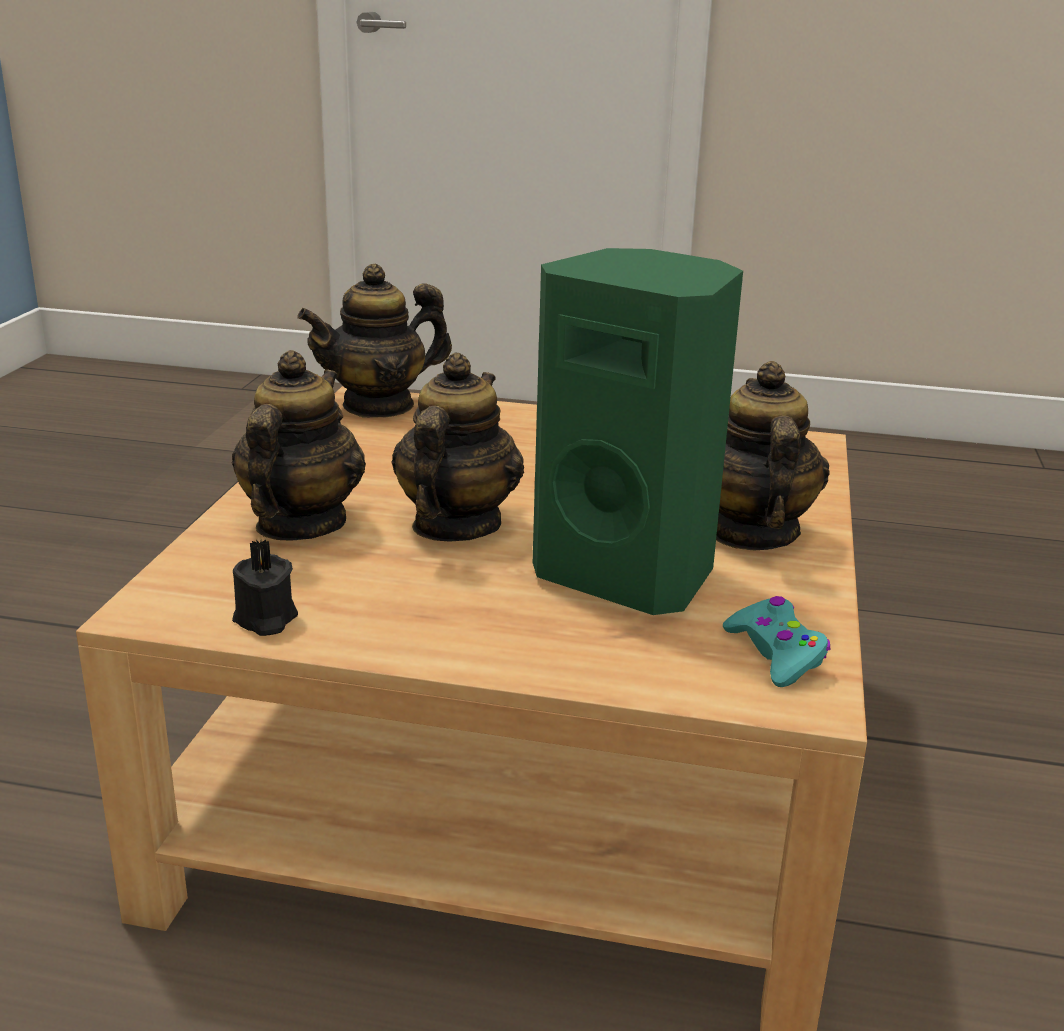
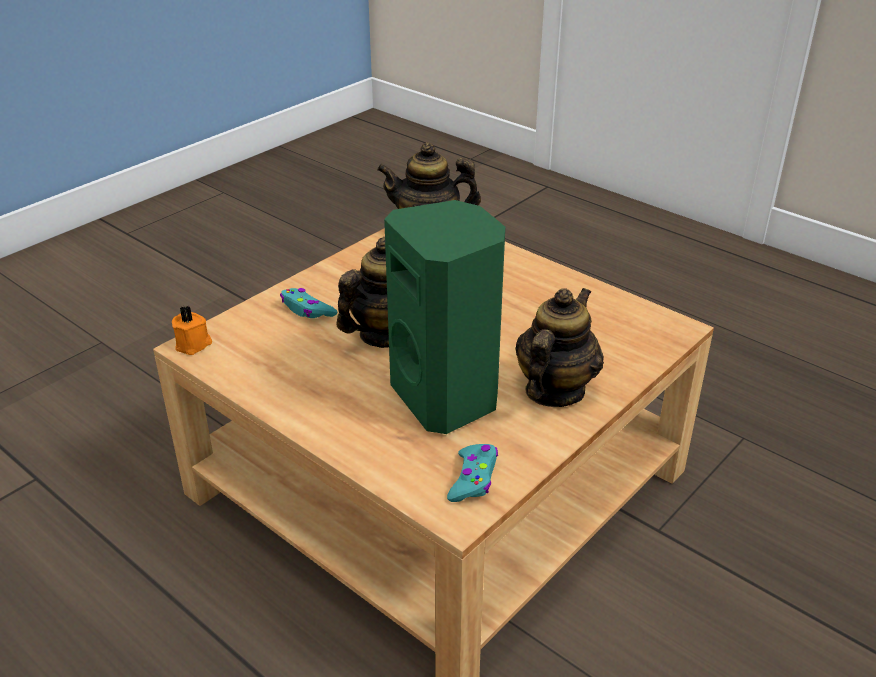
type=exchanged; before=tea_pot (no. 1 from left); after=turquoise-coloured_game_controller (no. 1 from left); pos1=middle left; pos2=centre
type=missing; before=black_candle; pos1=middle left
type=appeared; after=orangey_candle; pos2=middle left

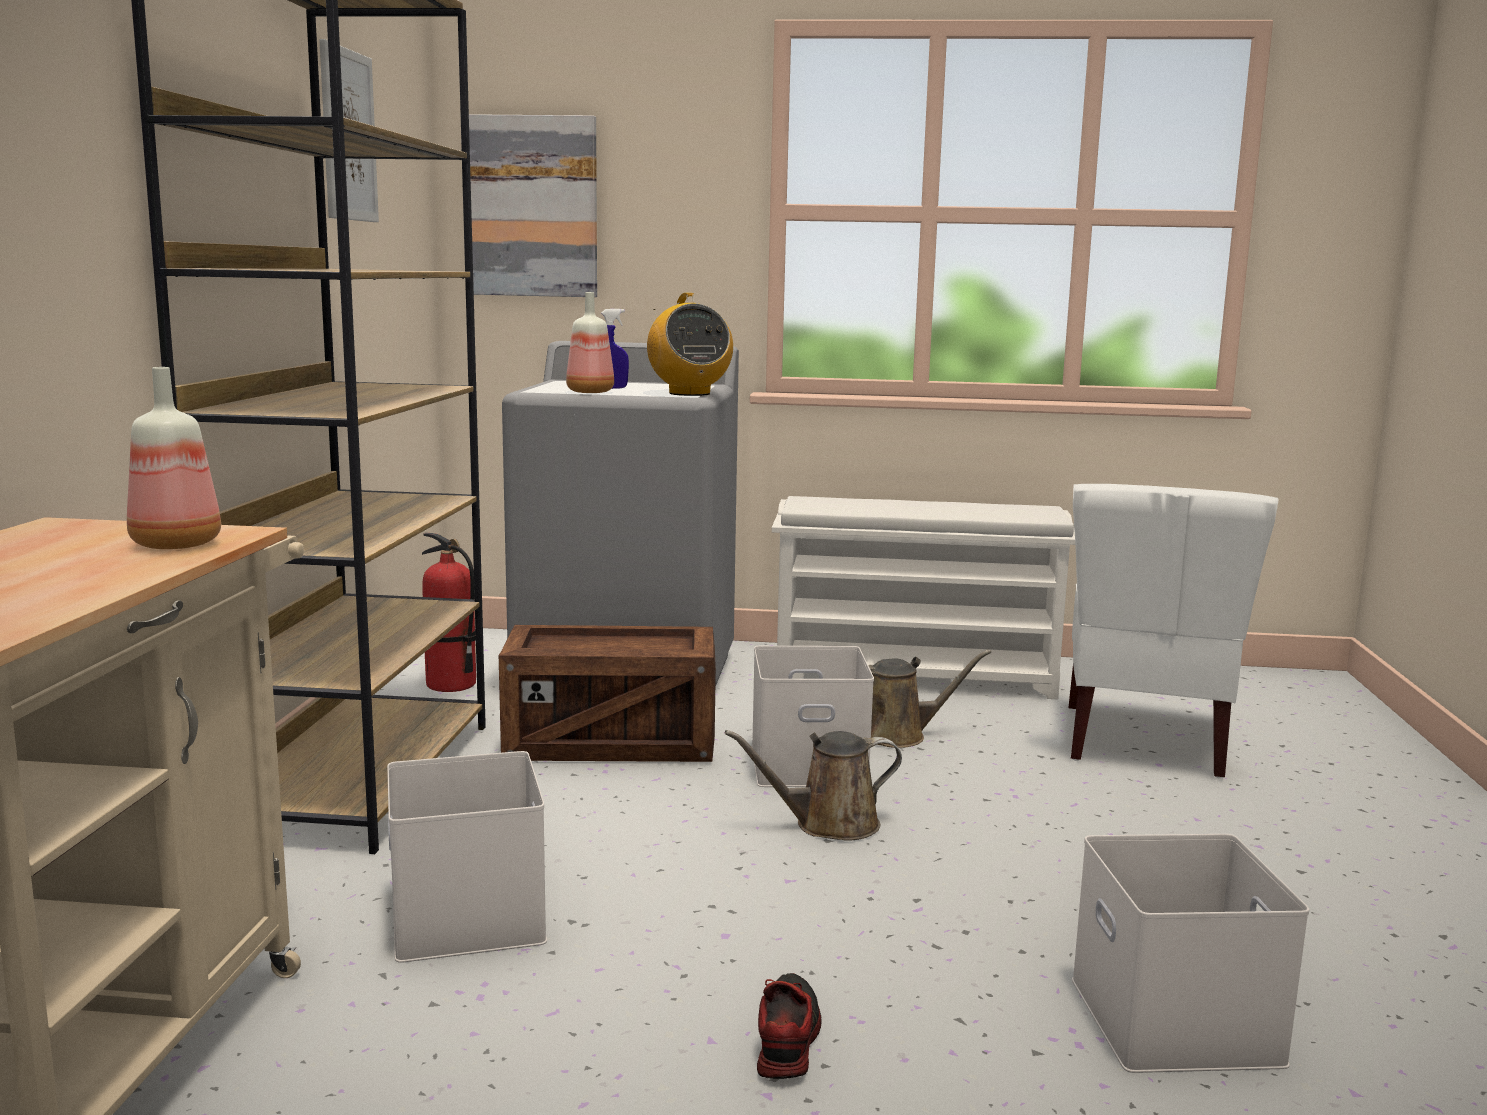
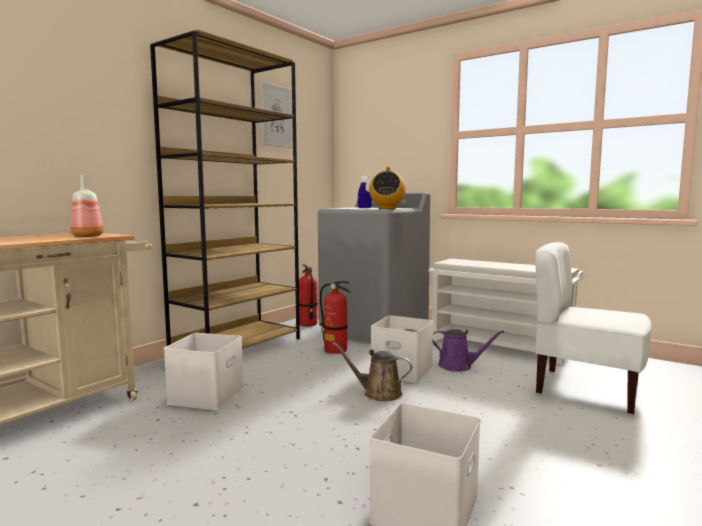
type=missing; before=wall_art (no. 2 from left); pos1=top centre
type=missing; before=drink_bottle (no. 2 from left); pos1=top centre
type=spun; before=white_upright_chair; pos1=middle right; pos2=middle right; turn=75
type=exchanged; before=crate; after=extinguisher (no. 2 from left); pos1=centre; pos2=centre
type=colour; before=brown-coloured_sprinkling_can (no. 2 from left); after=purple_sprinkling_can; pos1=centre; pos2=middle right
type=missing; before=low_shoe; pos1=bottom centre

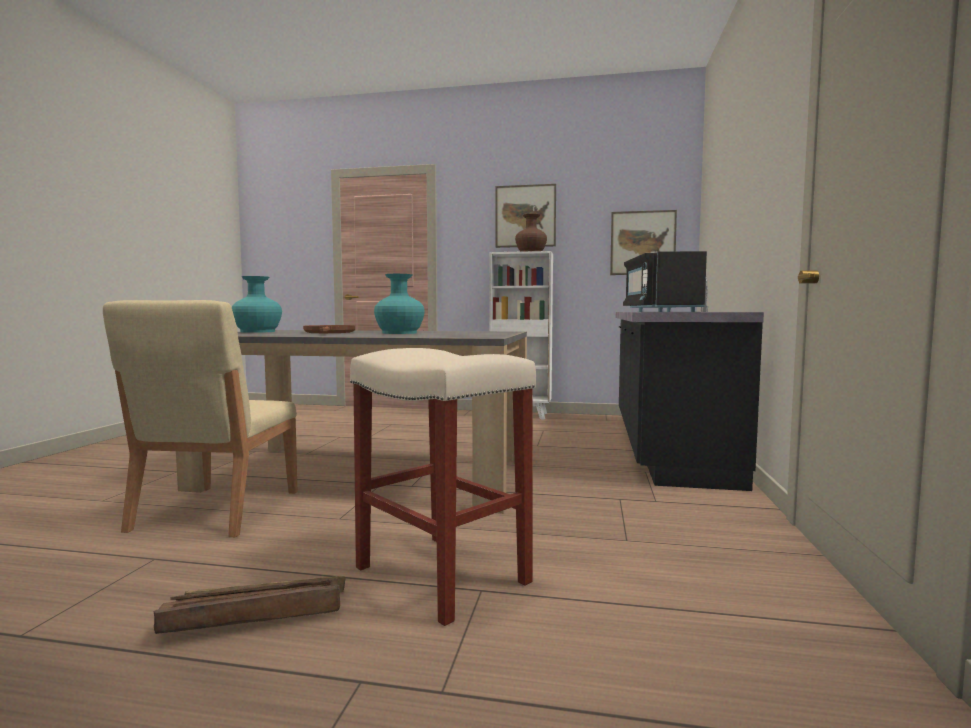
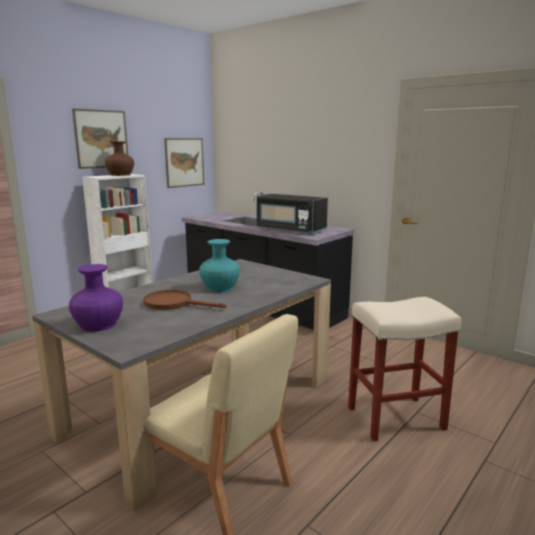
type=colour; before=turquoise-coloured_decorative_vase (no. 1 from left); after=purple_decorative_vase; pos1=middle left; pos2=middle left
type=missing; before=crate; pos1=bottom left

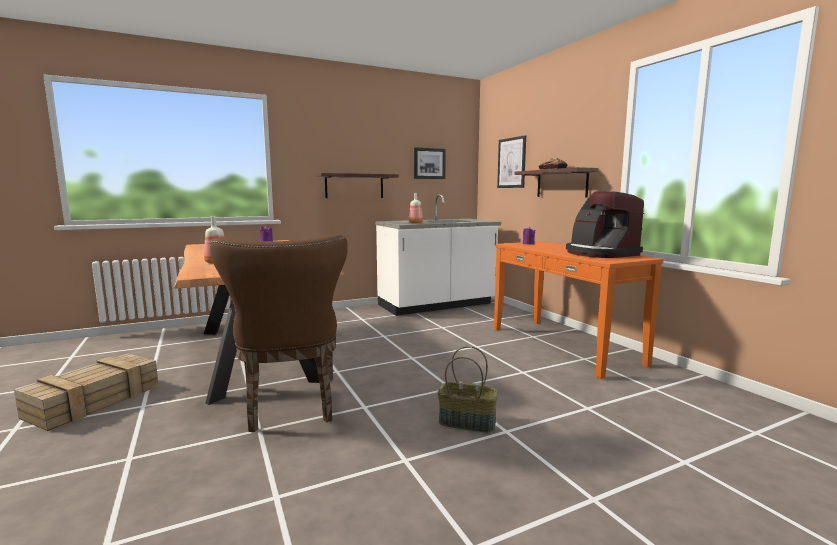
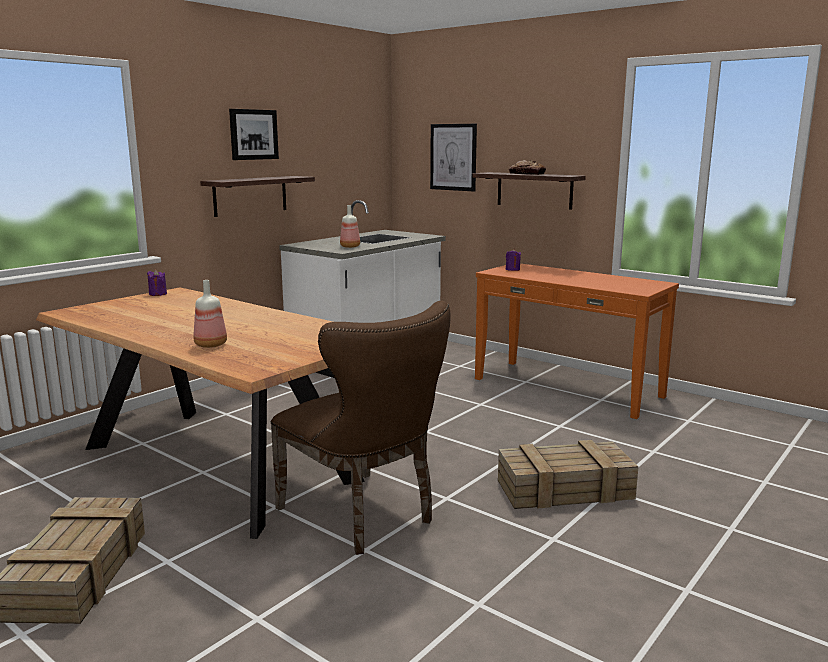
type=relocated; before=wall_art (no. 1 from left); pos1=top centre; pos2=top left
type=missing; before=coffee_maker; pos1=middle right
type=exchanged; before=household_basket; after=crate (no. 2 from left); pos1=bottom centre; pos2=bottom right

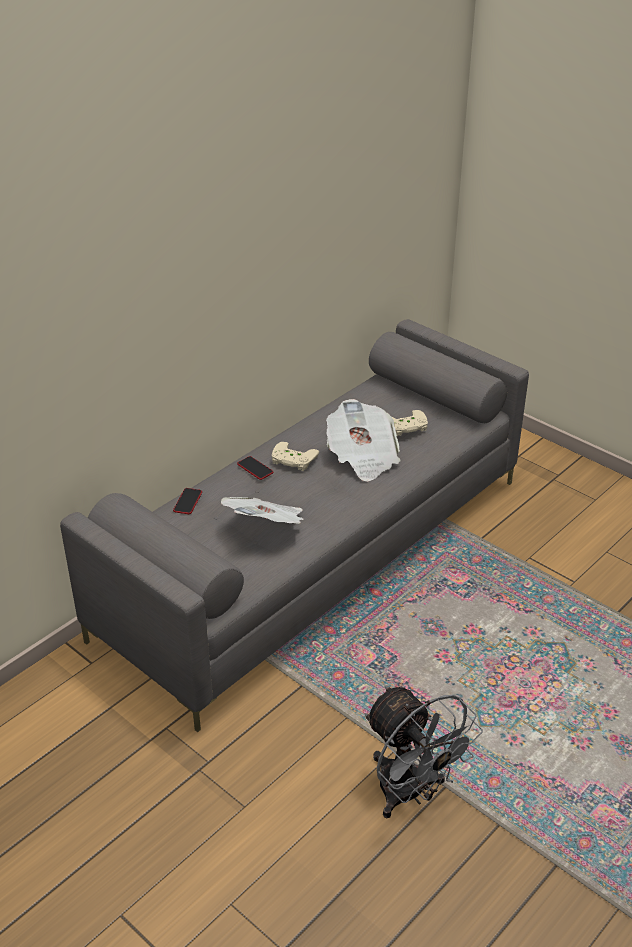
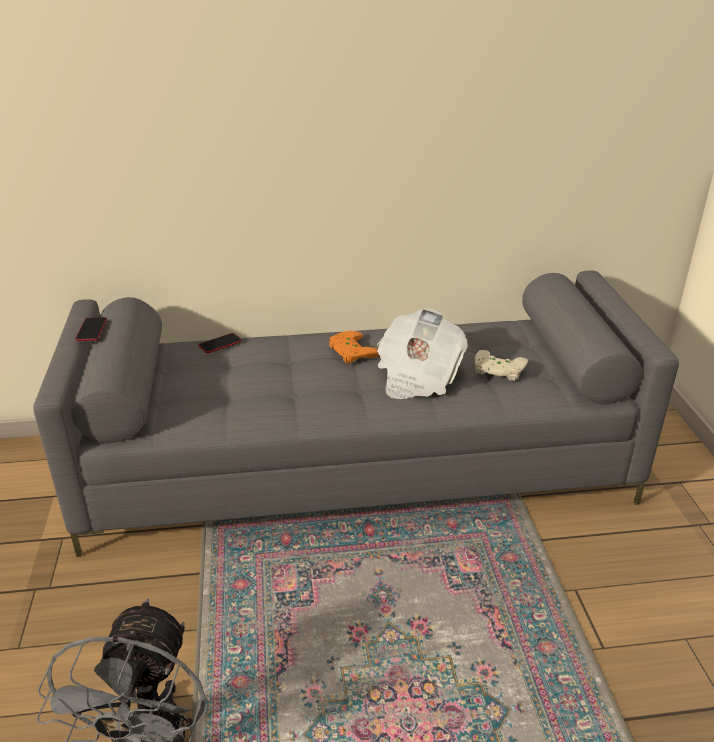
type=colour; before=sand-coloured_game_controller (no. 1 from left); after=orangey_game_controller; pos1=centre; pos2=centre
type=relocated; before=phone (no. 2 from left in the first image); after=phone (no. 1 from left); pos1=centre; pos2=middle left
type=missing; before=daily_paper (no. 1 from left); pos1=centre

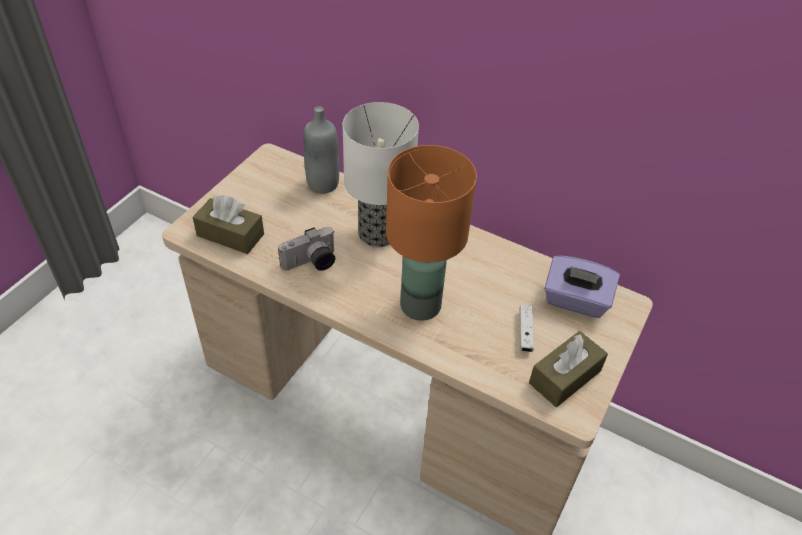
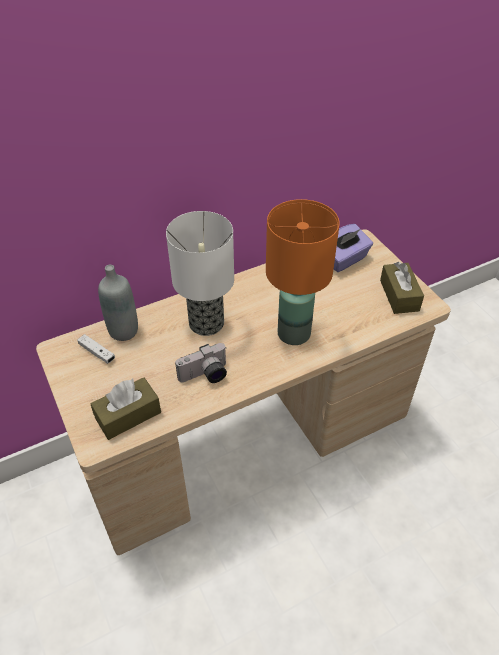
type=spun; before=photo_camera; pos1=centre; pos2=centre; turn=60
type=relocated; before=white_game_controller; pos1=centre; pos2=middle left

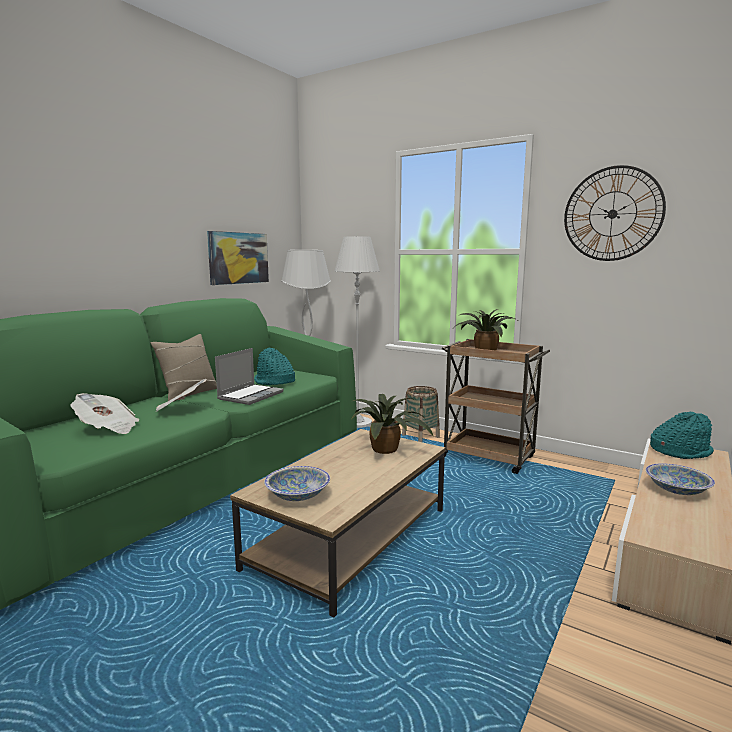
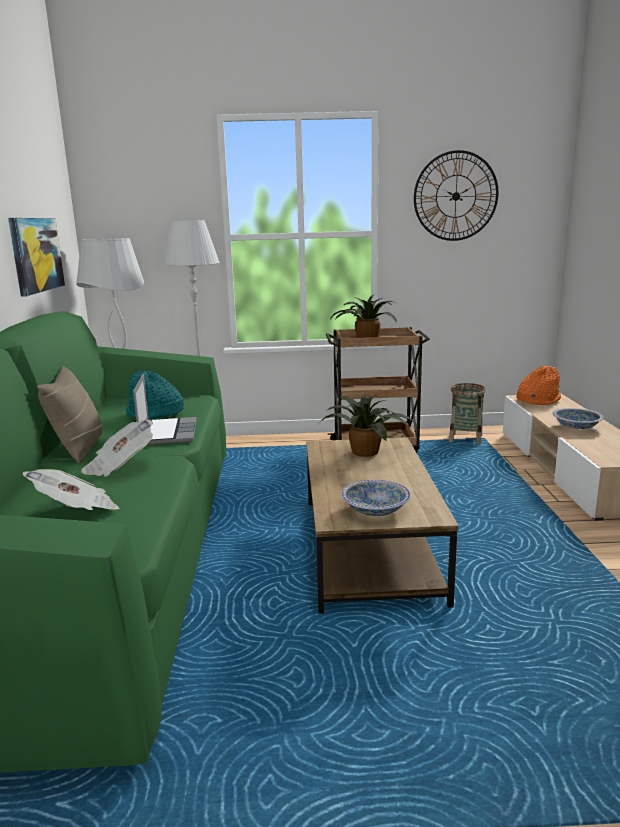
type=relocated; before=household_basket; pos1=centre; pos2=middle right
type=colour; before=turquoise-coloured_hat (no. 2 from left); after=orangey_hat; pos1=middle right; pos2=middle right

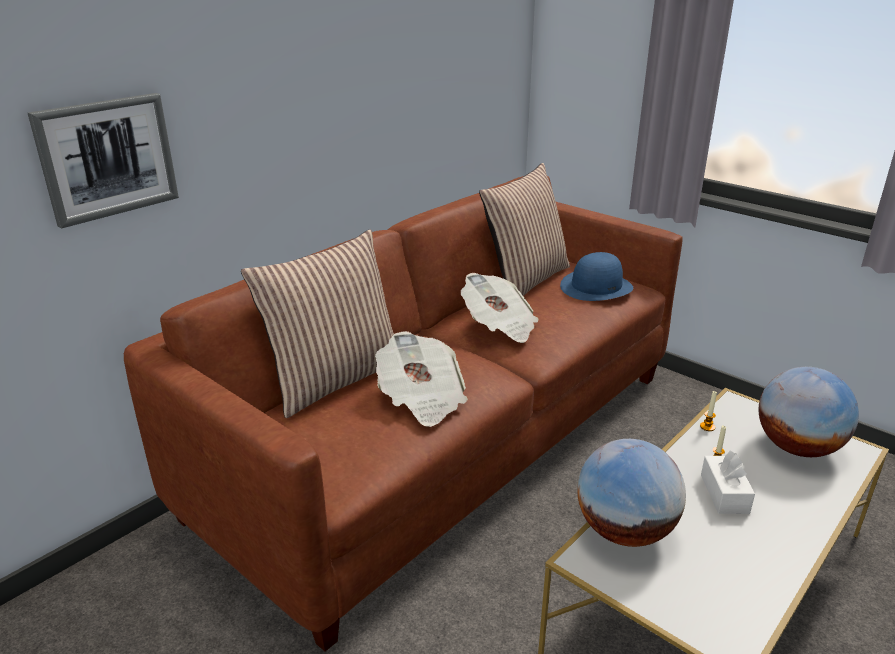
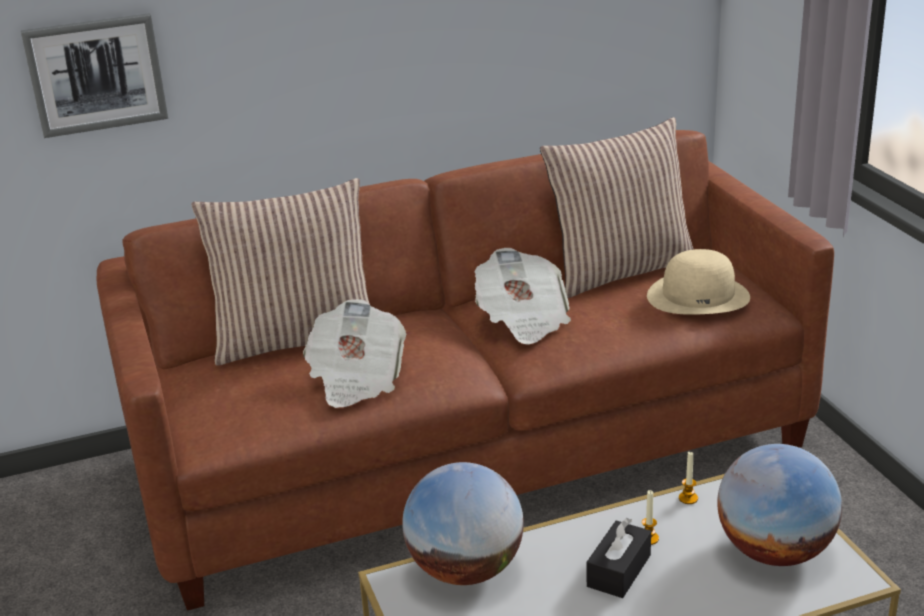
type=colour; before=blue-coloured_hat; after=sand-coloured_hat; pos1=centre; pos2=middle right
type=colour; before=white_box_of_tissues; after=black_box_of_tissues; pos1=bottom right; pos2=bottom right

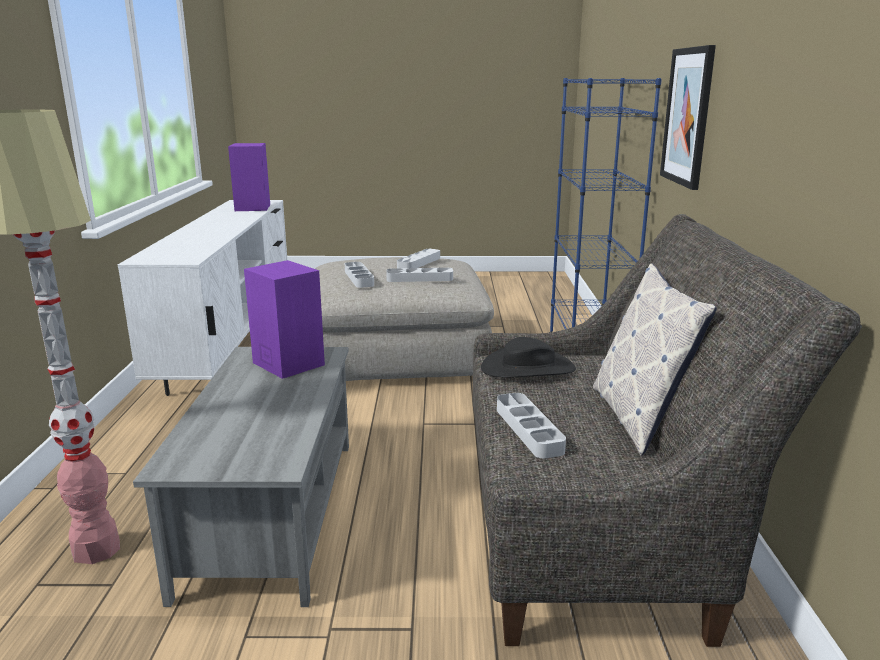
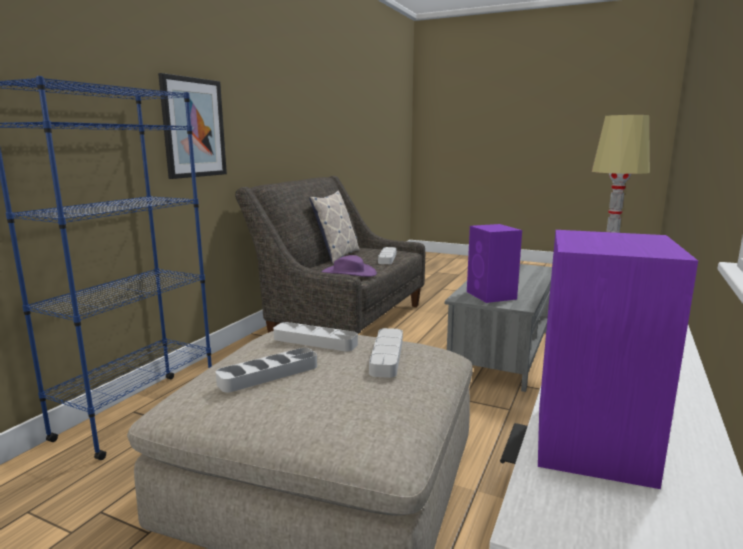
type=colour; before=black_hat; after=purple_hat; pos1=centre; pos2=centre

